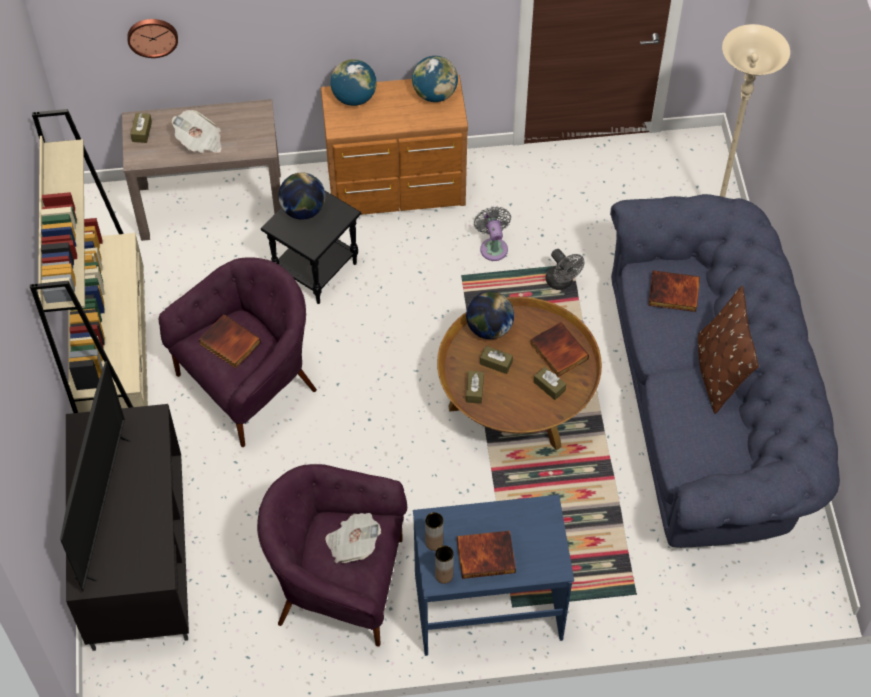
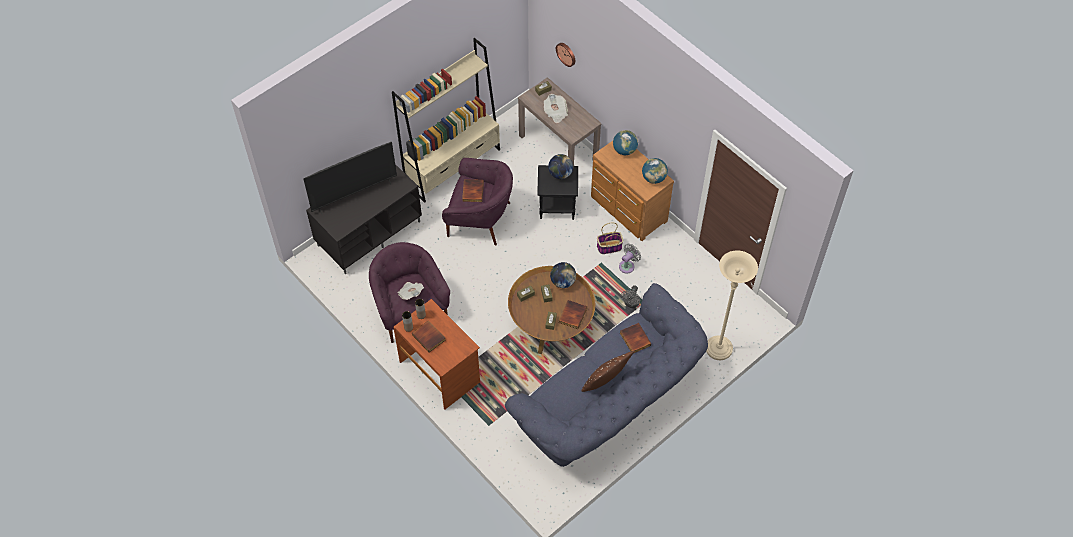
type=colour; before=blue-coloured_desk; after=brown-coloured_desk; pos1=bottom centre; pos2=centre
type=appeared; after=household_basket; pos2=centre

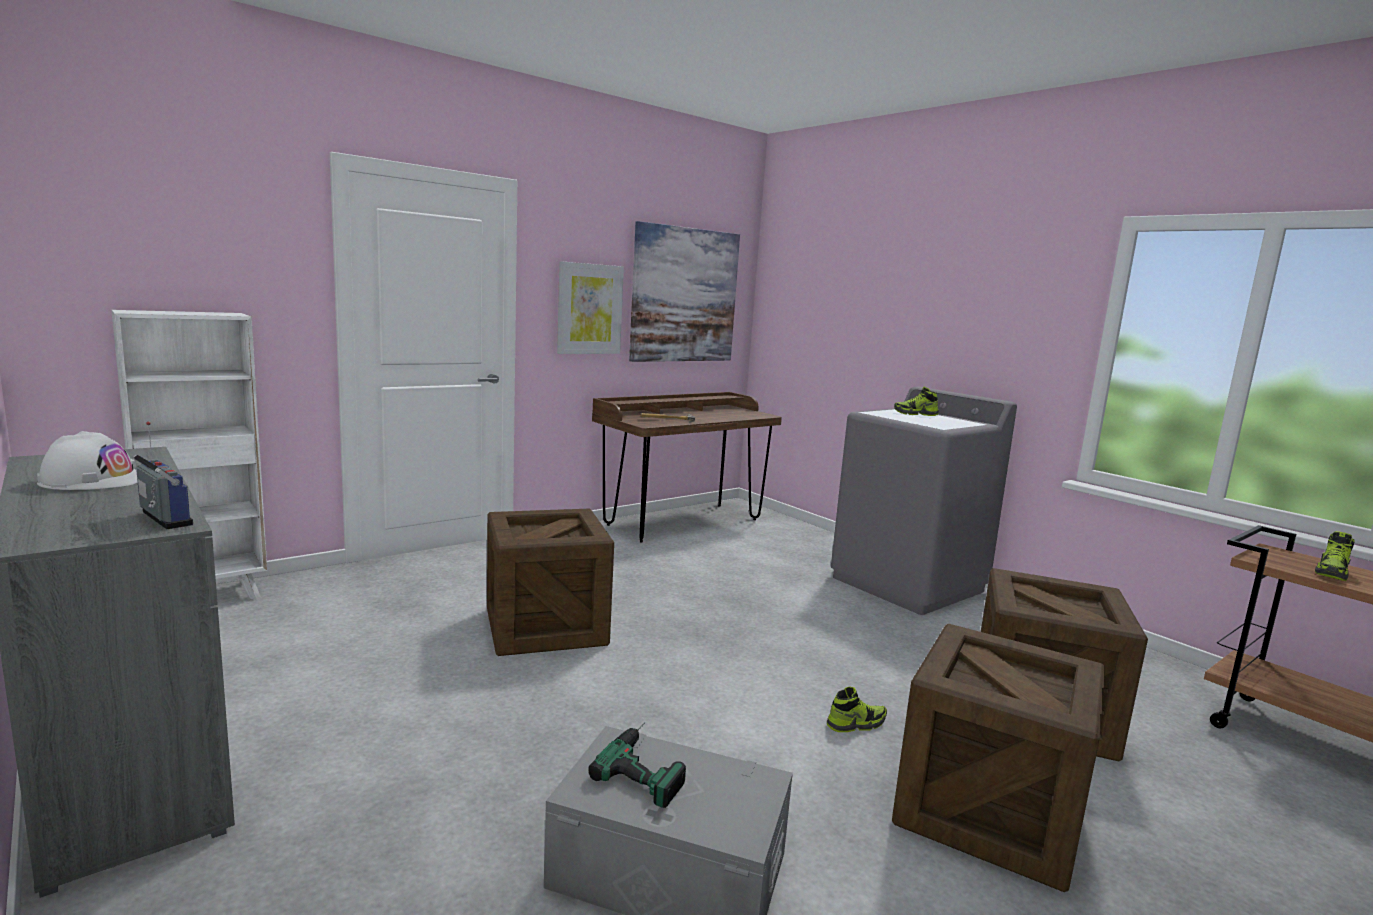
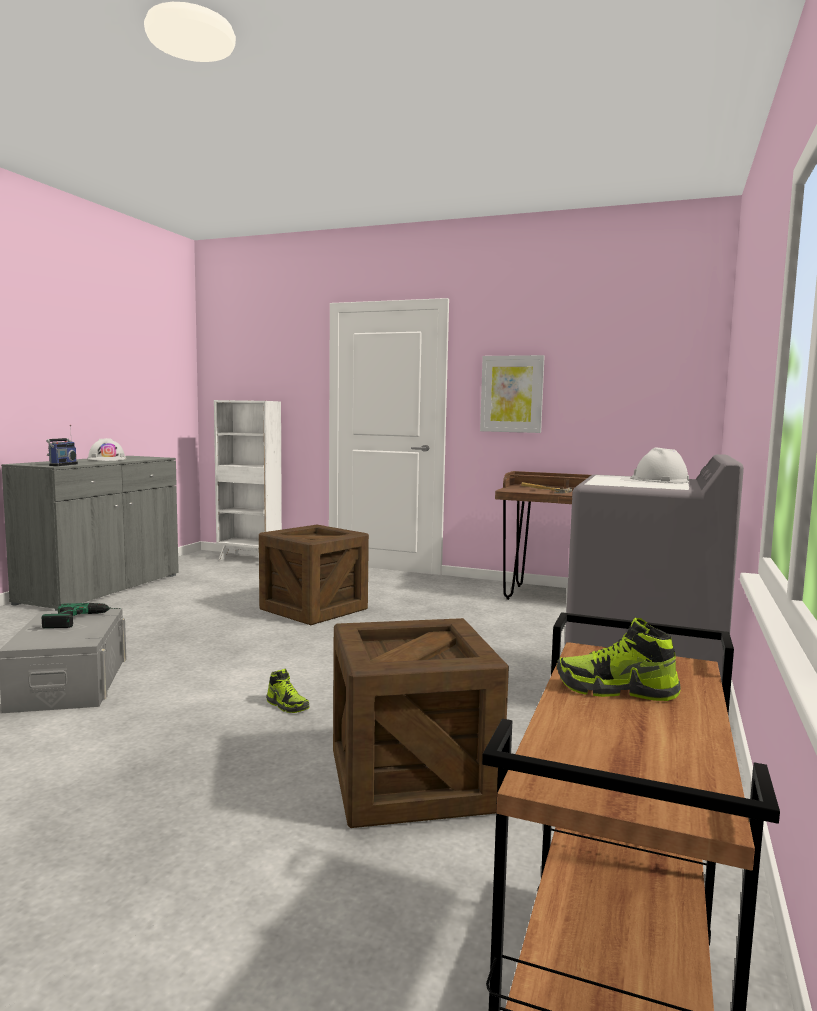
type=missing; before=wall_art (no. 2 from left); pos1=top centre
type=exchanged; before=low_shoe (no. 2 from left); after=white_work_helmet (no. 2 from left); pos1=middle right; pos2=middle right
type=missing; before=crate (no. 2 from left); pos1=bottom right

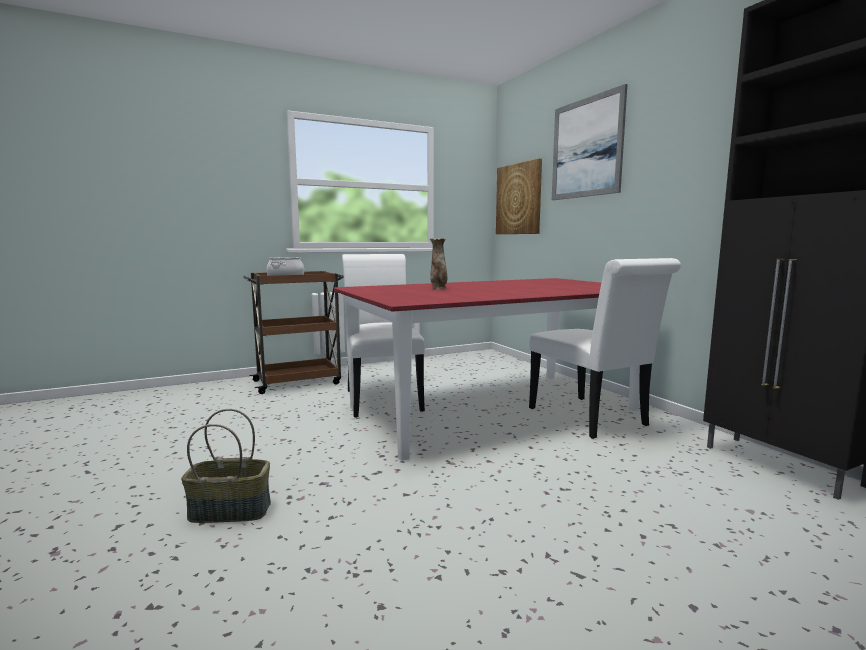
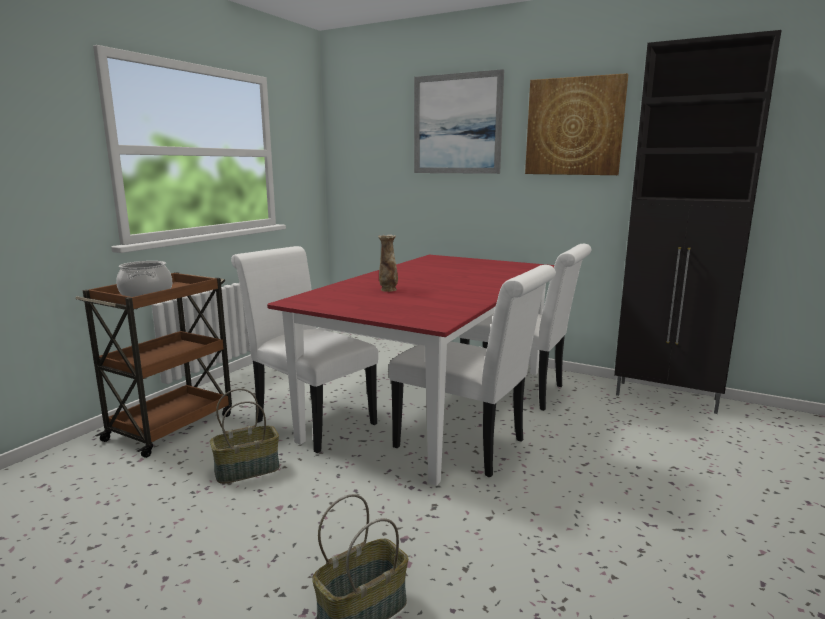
type=relocated; before=wall_art (no. 1 from left in the first image); after=wall_art (no. 2 from left); pos1=top centre; pos2=top right
type=appeared; after=white_upright_chair (no. 2 from left); pos2=centre
type=appeared; after=household_basket (no. 1 from left); pos2=bottom left

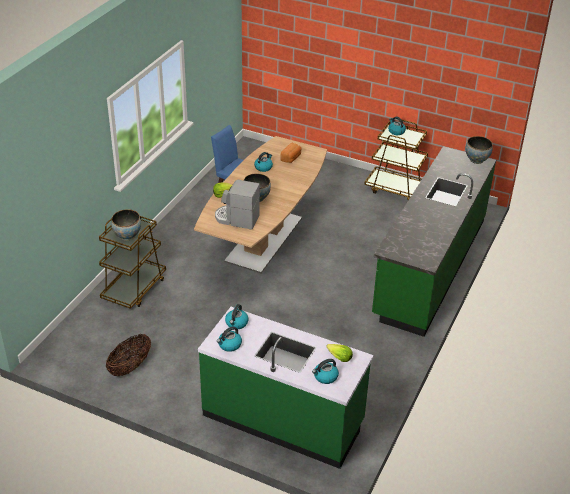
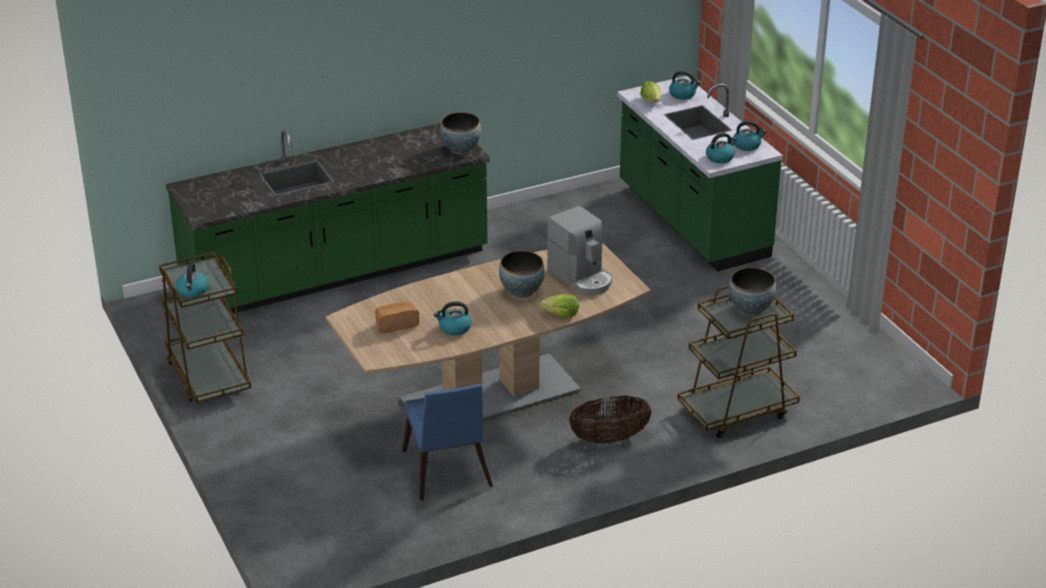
type=relocated; before=deep_dish (no. 3 from left in the first image); after=deep_dish (no. 1 from left); pos1=top right; pos2=top centre
type=relocated; before=household_basket; pos1=bottom left; pos2=bottom centre

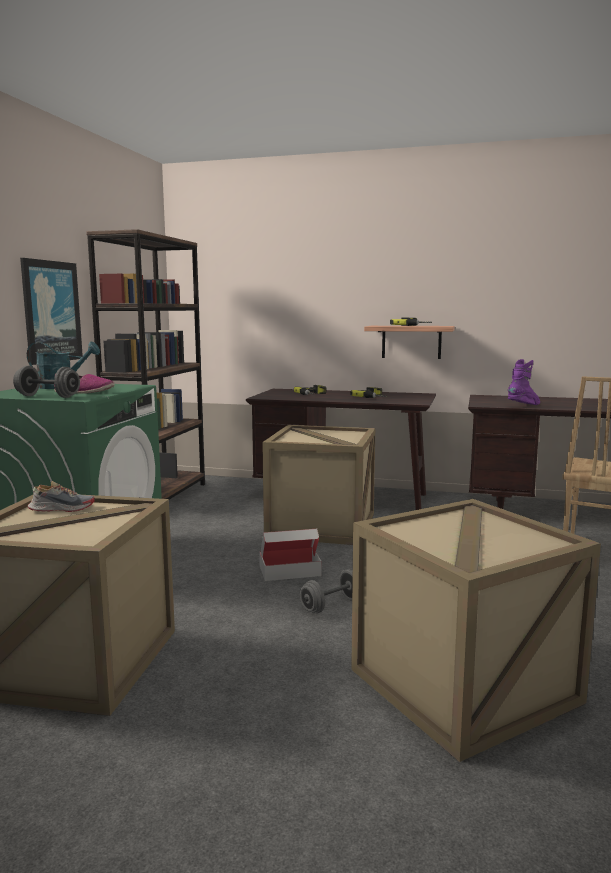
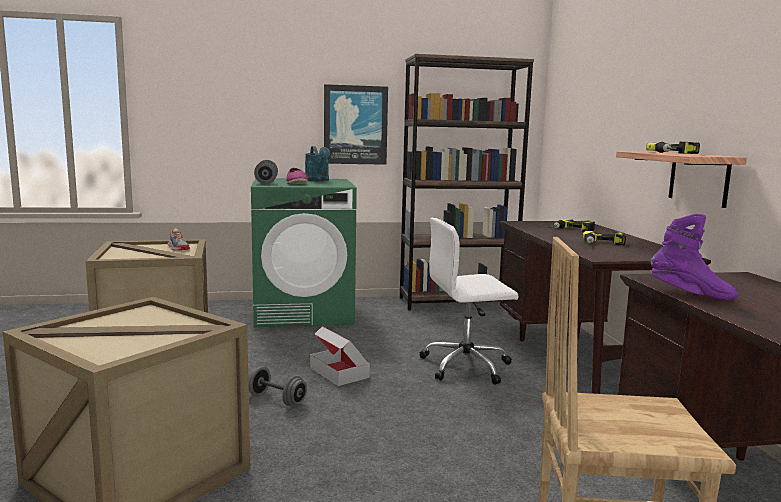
type=exchanged; before=crate (no. 2 from left); after=white_office_chair; pos1=centre; pos2=centre

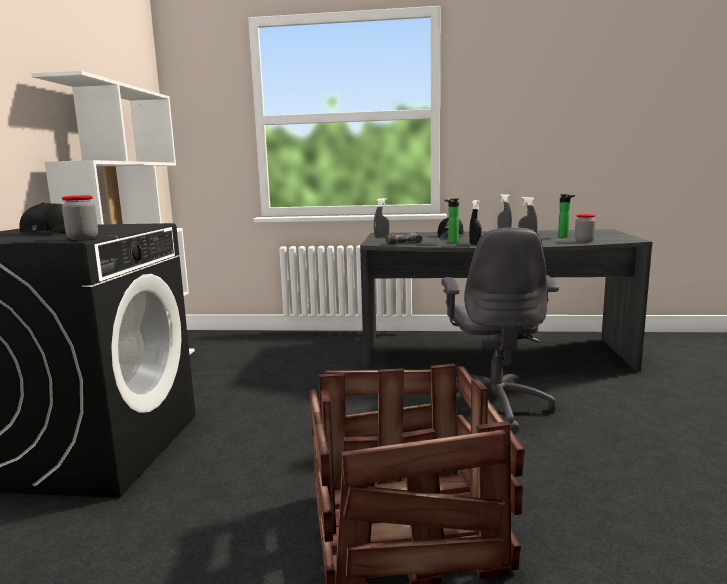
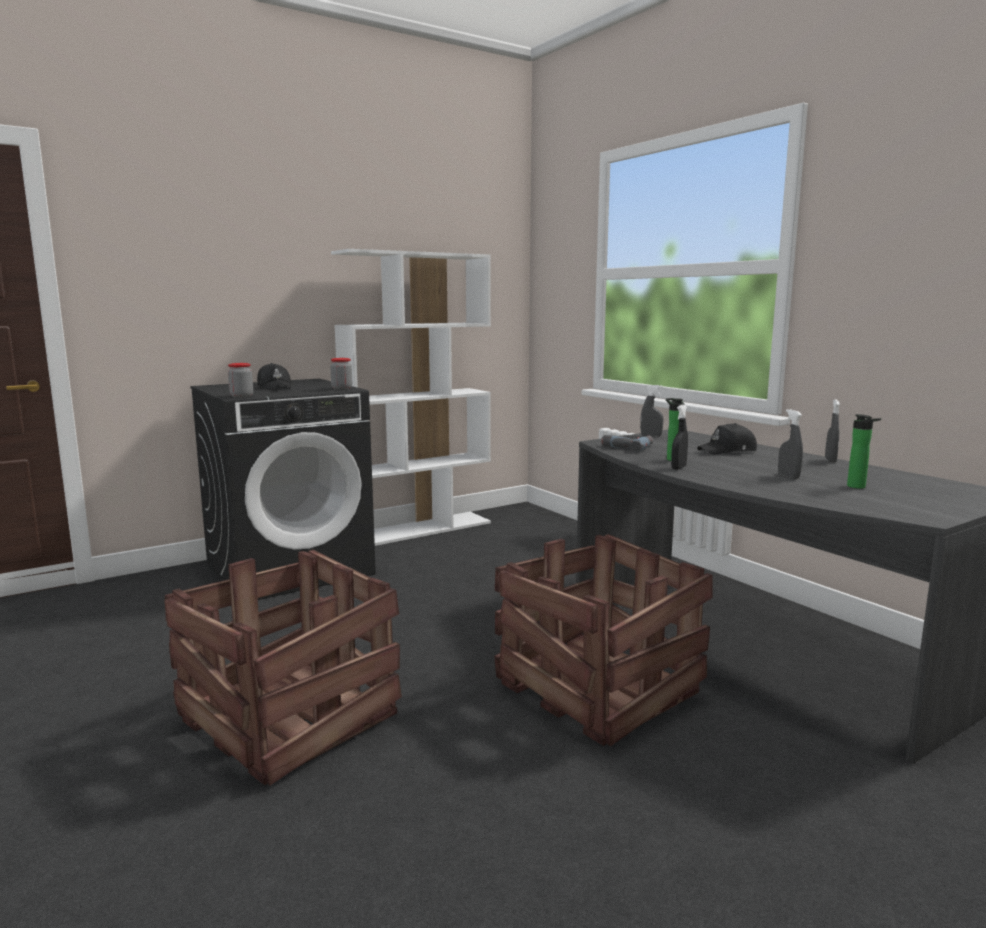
type=relocated; before=storage_jar (no. 2 from left); pos1=middle right; pos2=centre
type=exchanged; before=grey_office_chair; after=crate (no. 2 from left); pos1=middle right; pos2=bottom centre

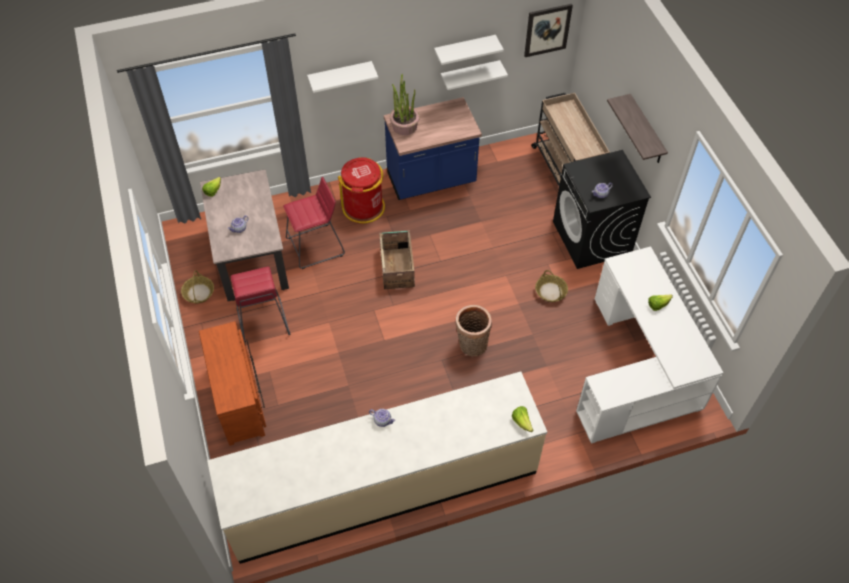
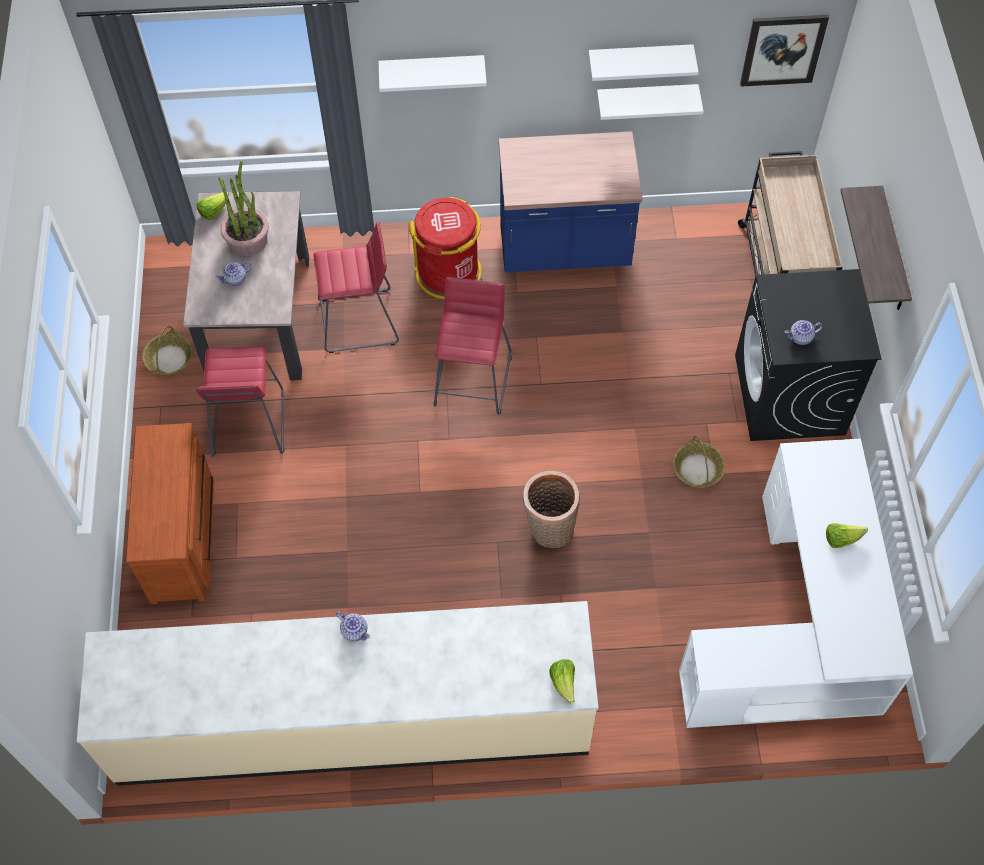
type=relocated; before=potted_plant; pos1=top centre; pos2=top left
type=exchanged; before=crate; after=red-coloured_sitting_stool (no. 3 from left); pos1=centre; pos2=centre

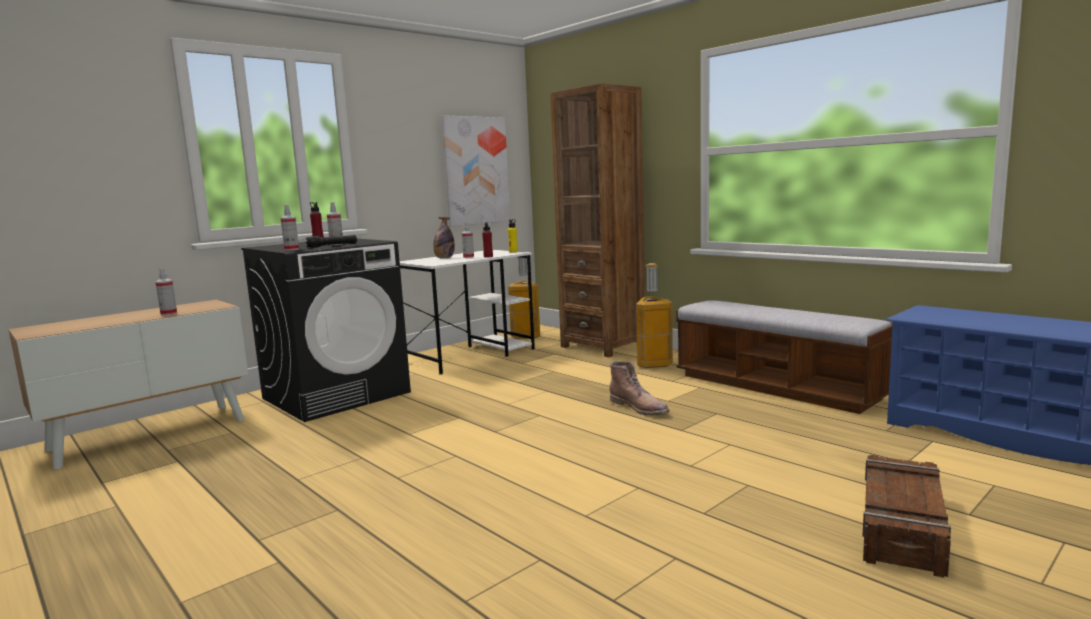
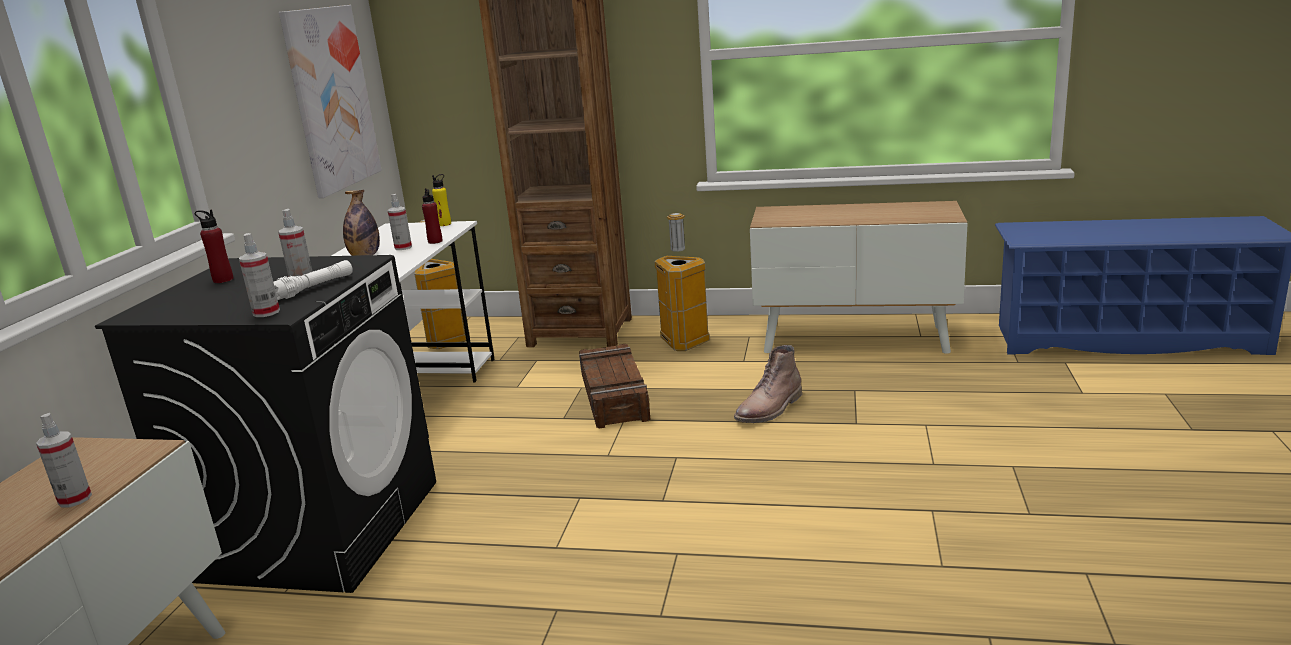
type=colour; before=black_flashlight; after=white_flashlight; pos1=middle left; pos2=middle left
type=exchanged; before=long_seat; after=storage_cabinet (no. 2 from left); pos1=middle right; pos2=centre
type=spun; before=brown-coloured_high-top_boot; pos1=centre; pos2=centre; turn=120
type=relocated; before=crate; pos1=bottom right; pos2=centre

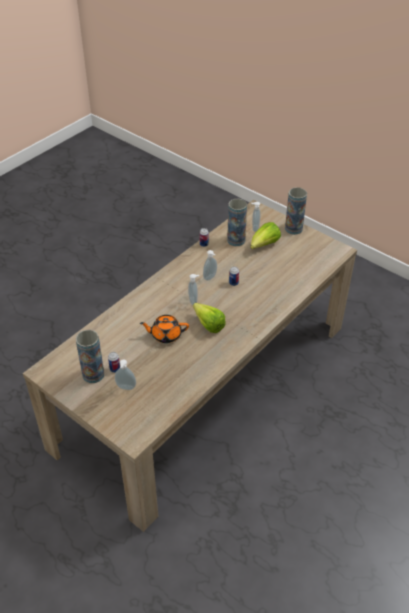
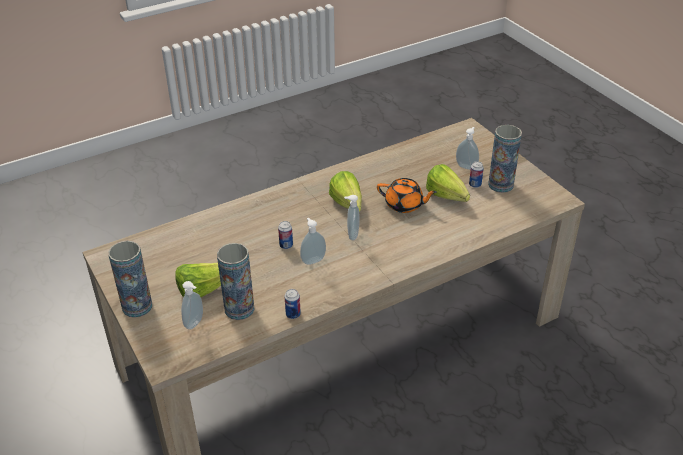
type=appeared; after=head_of_lettuce (no. 3 from left); pos2=centre

